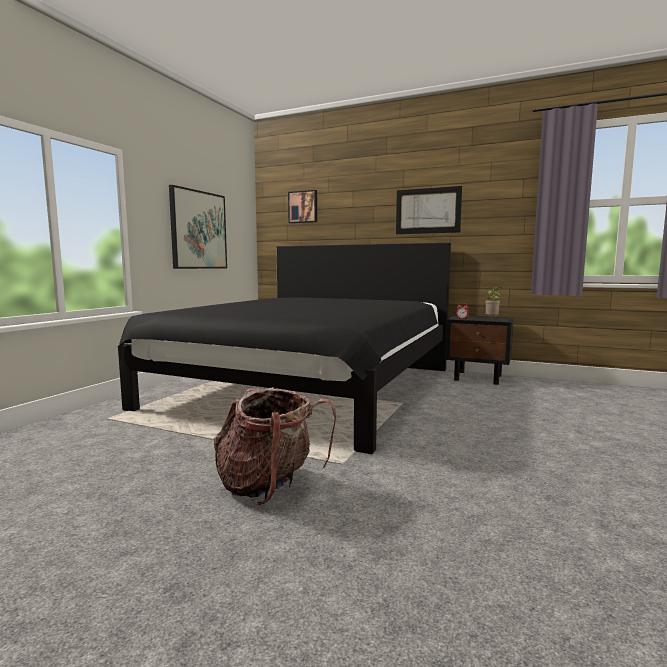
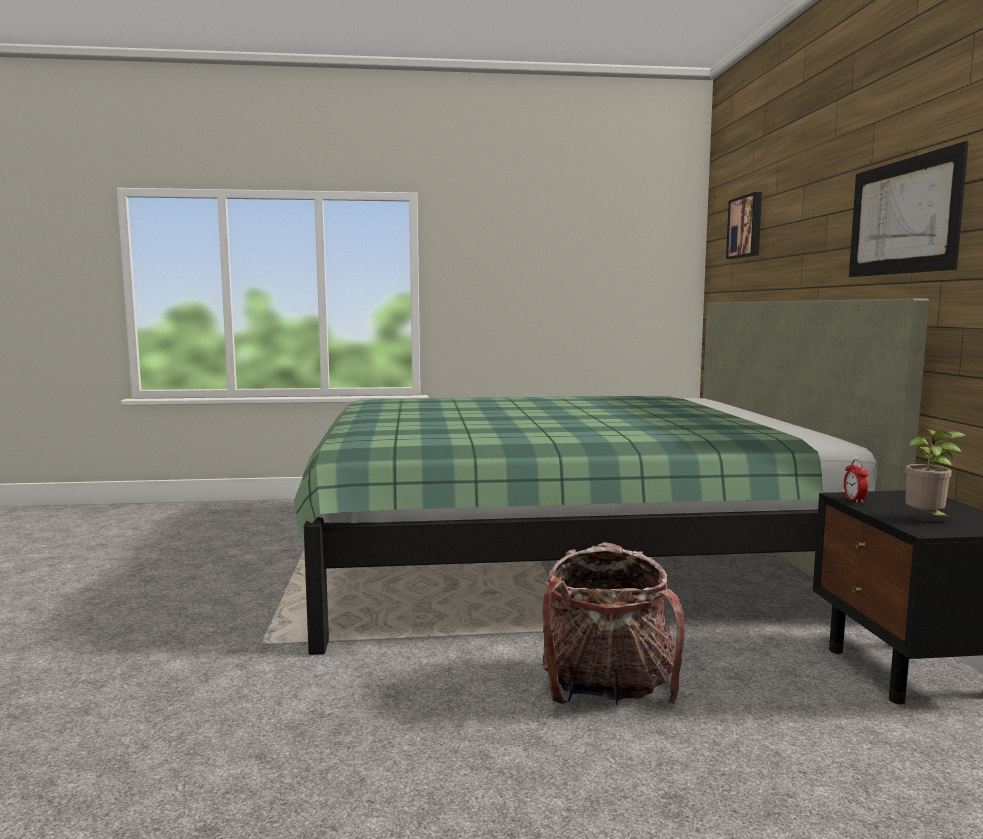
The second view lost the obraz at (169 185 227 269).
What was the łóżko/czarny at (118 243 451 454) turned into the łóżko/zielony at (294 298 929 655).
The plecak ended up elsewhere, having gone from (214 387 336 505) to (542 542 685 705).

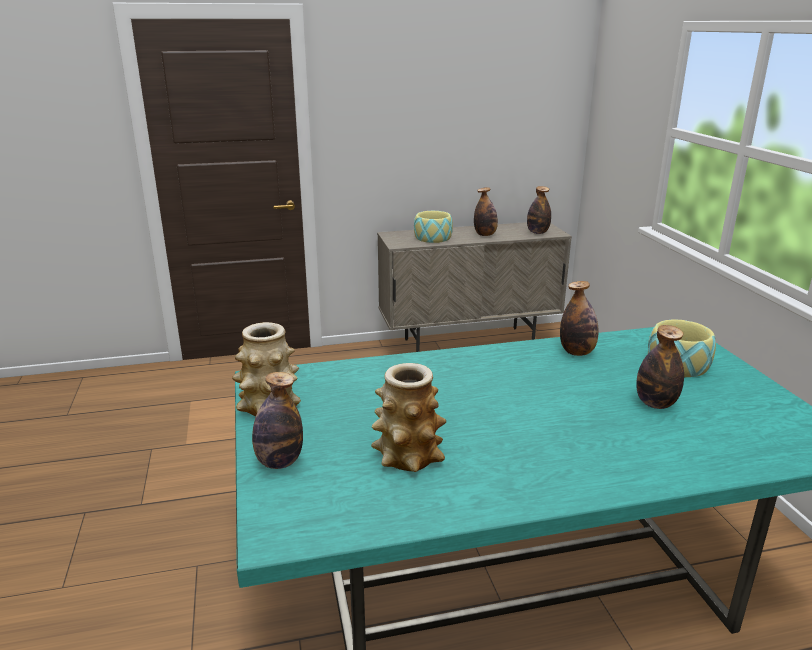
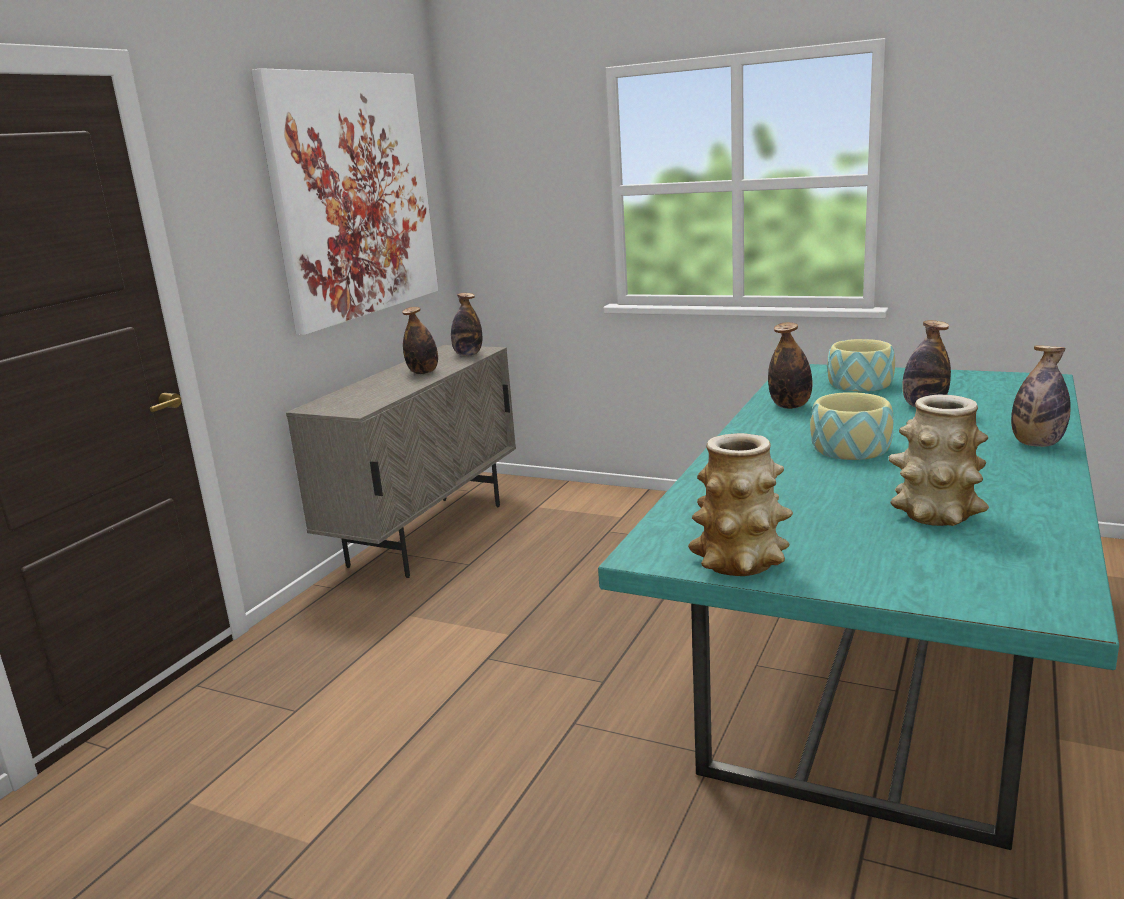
The miska ended up elsewhere, having gone from (414 211 453 243) to (810 392 894 460).
The butelka ended up elsewhere, having gone from (252 372 303 469) to (1011 345 1071 447).
The second view gained the obraz at (251 68 438 335).

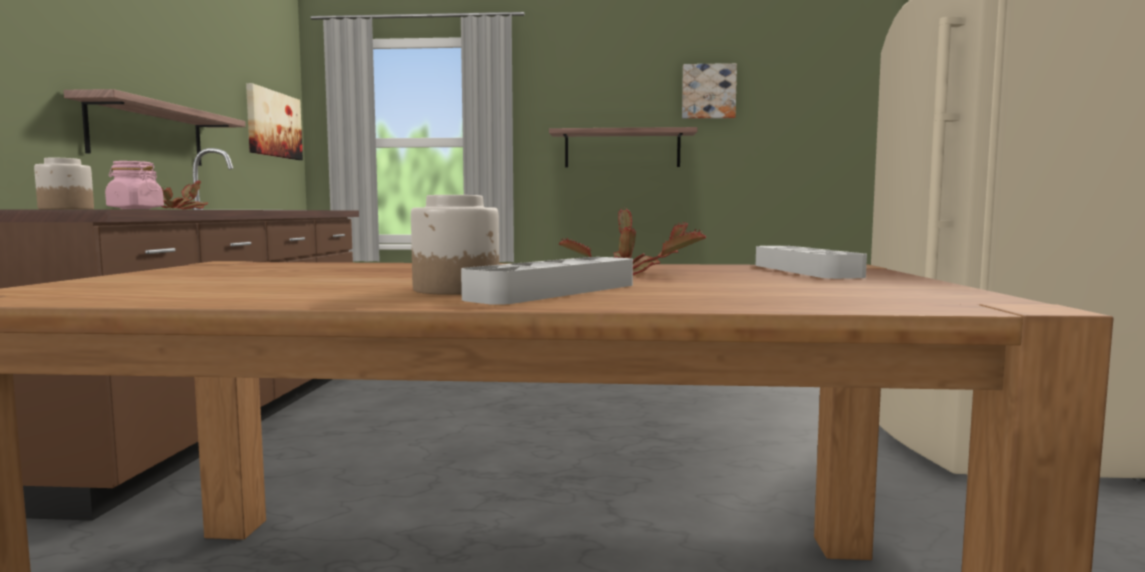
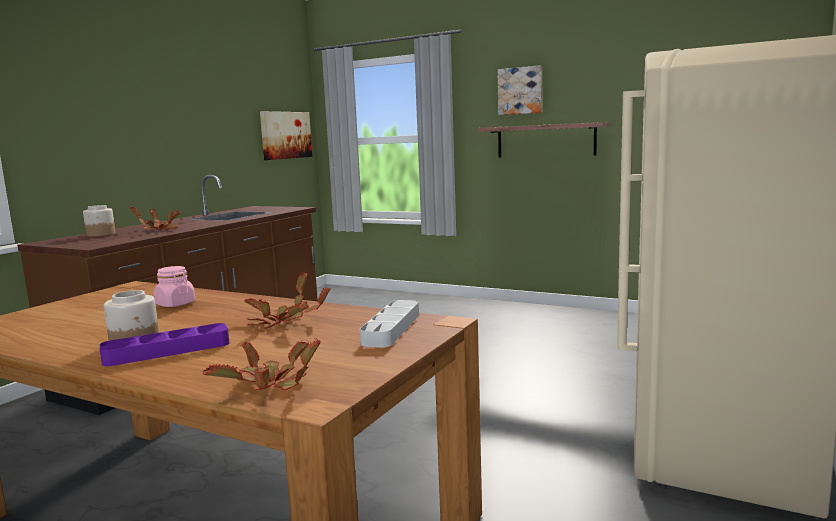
The obraz ended up elsewhere, having gone from (682 63 737 119) to (498 65 542 115).
The second view lost the półka at (63 89 246 166).
The słoik/różowy ended up elsewhere, having gone from (105 161 164 209) to (154 266 195 307).
What was the taca/szary at (461 257 633 305) turned into the taca/fioletowy at (100 323 229 366).
The second view gained the roślina doniczkowa at (203 339 321 390).

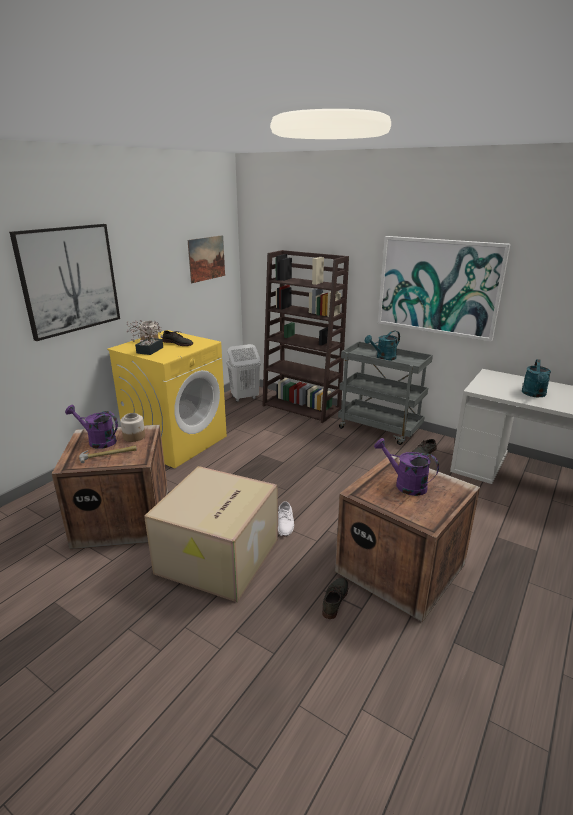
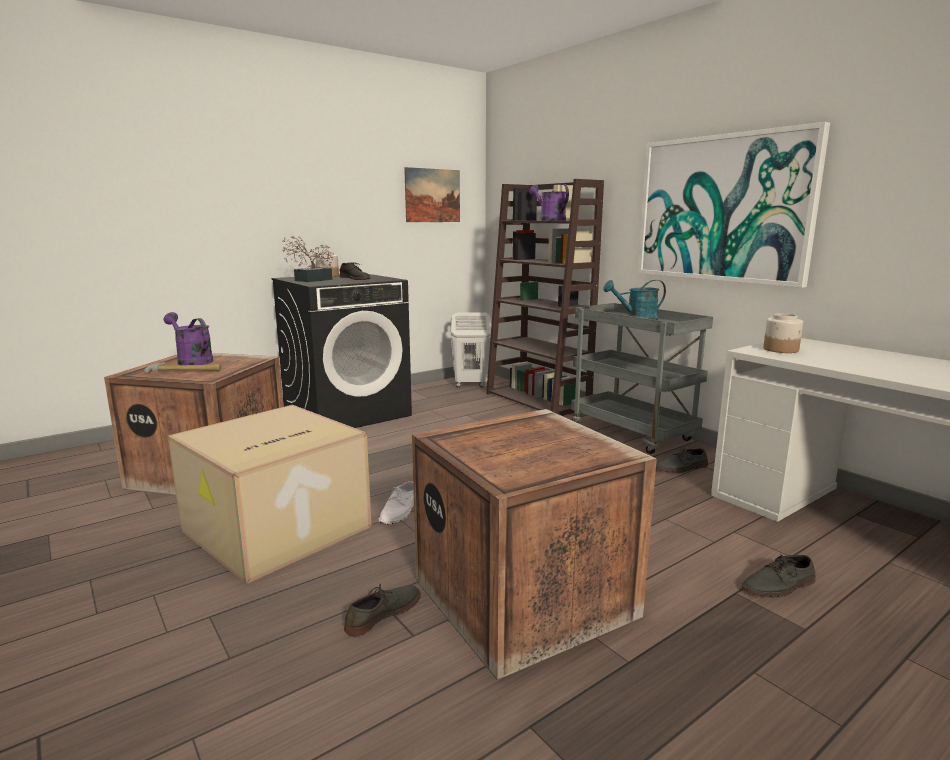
The second view lost the obraz at (9 224 120 341).
What was the pralka/żółty at (107 330 227 468) turned into the pralka/czarny at (272 274 412 428).
The second view lost the konewka/turkusowy at (522 359 551 397).
The słoik ended up elsewhere, having gone from (120 413 145 442) to (763 313 803 353).
The konewka/fioletowy ended up elsewhere, having gone from (374 438 439 496) to (529 184 569 221).
The second view gained the but/szary at (742 554 816 598).

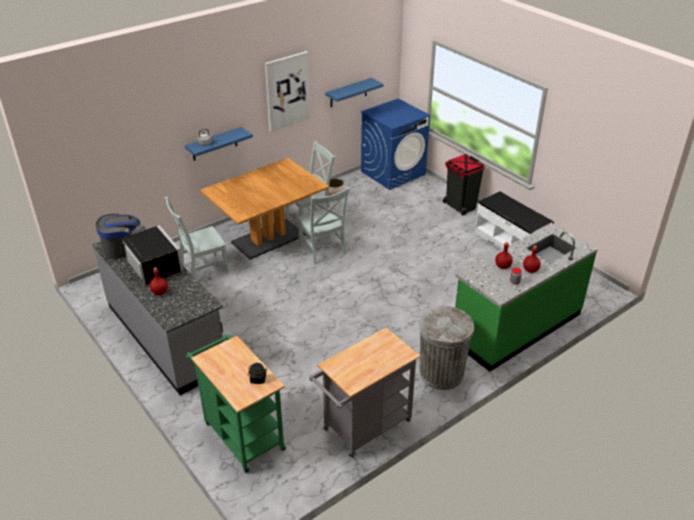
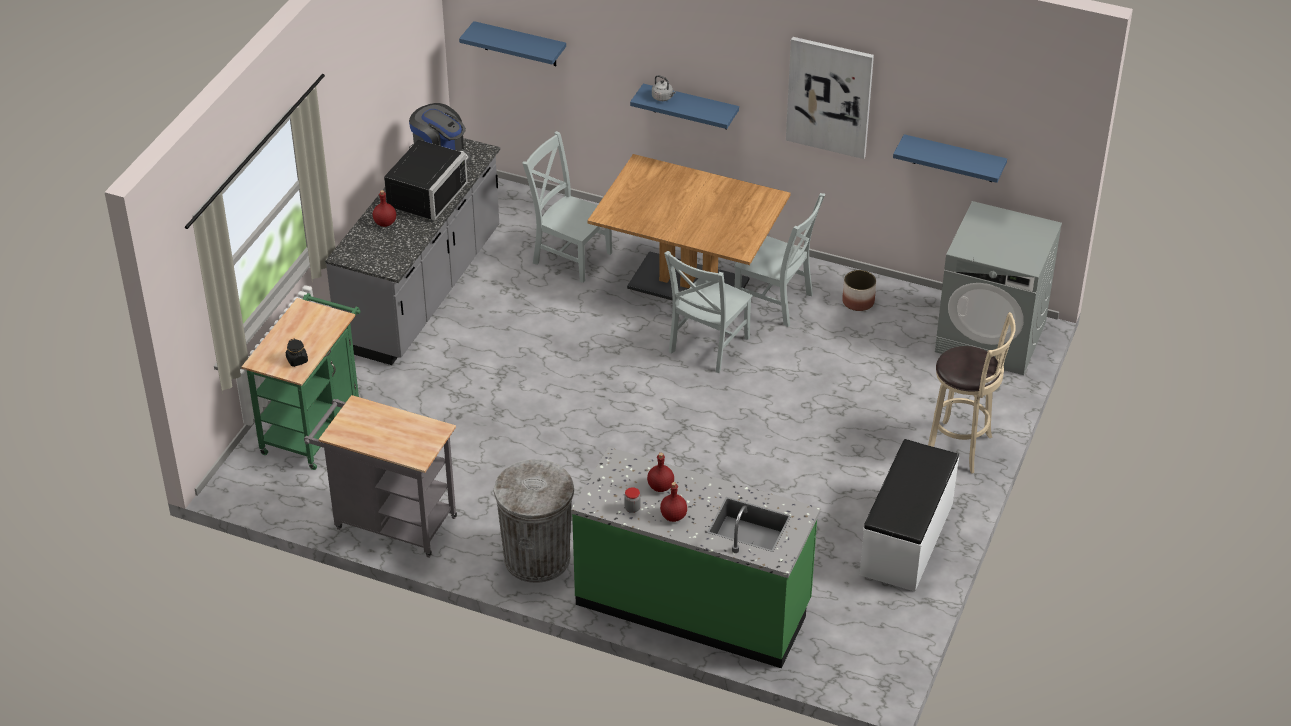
What was the pralka/niebieski at (361 99 430 190) turned into the pralka/szary at (935 201 1062 375).
Where the kosz na śmieci/czarny stood at (443 154 485 215), the stołek/beżowy came to stand at (928 312 1016 474).
The second view gained the półka/niebieski at (459 21 566 66).

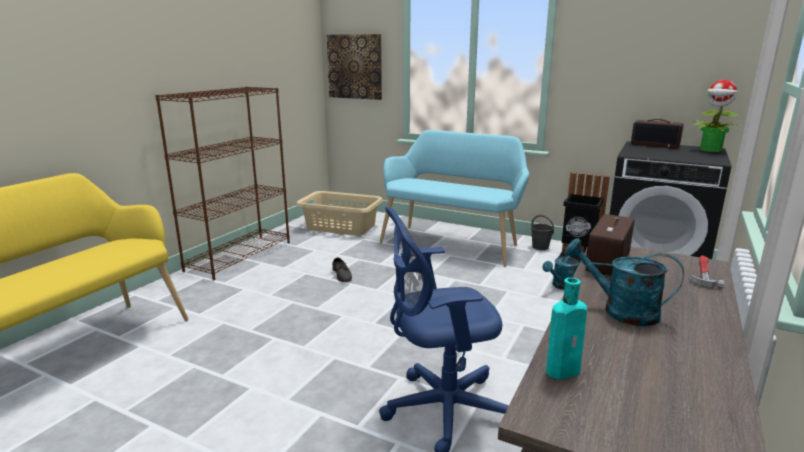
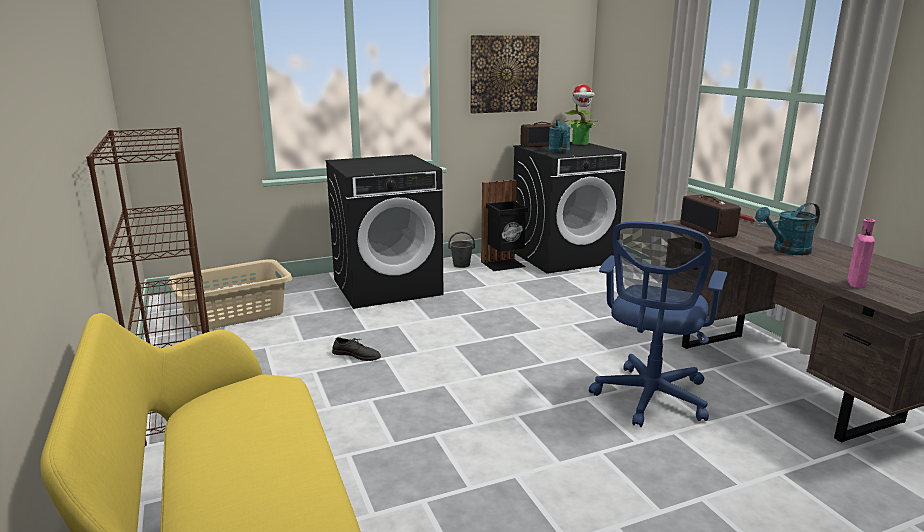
The obraz ended up elsewhere, having gone from (327 34 382 100) to (470 35 540 114).
Where the ławka/turkusowy stood at (379 130 529 267), the pralka/czarny came to stand at (325 154 443 309).
The konewka/turkusowy ended up elsewhere, having gone from (543 255 579 290) to (548 120 570 153).
What was the butelka/turkusowy at (546 278 587 380) turned into the butelka/różowy at (847 219 875 288).

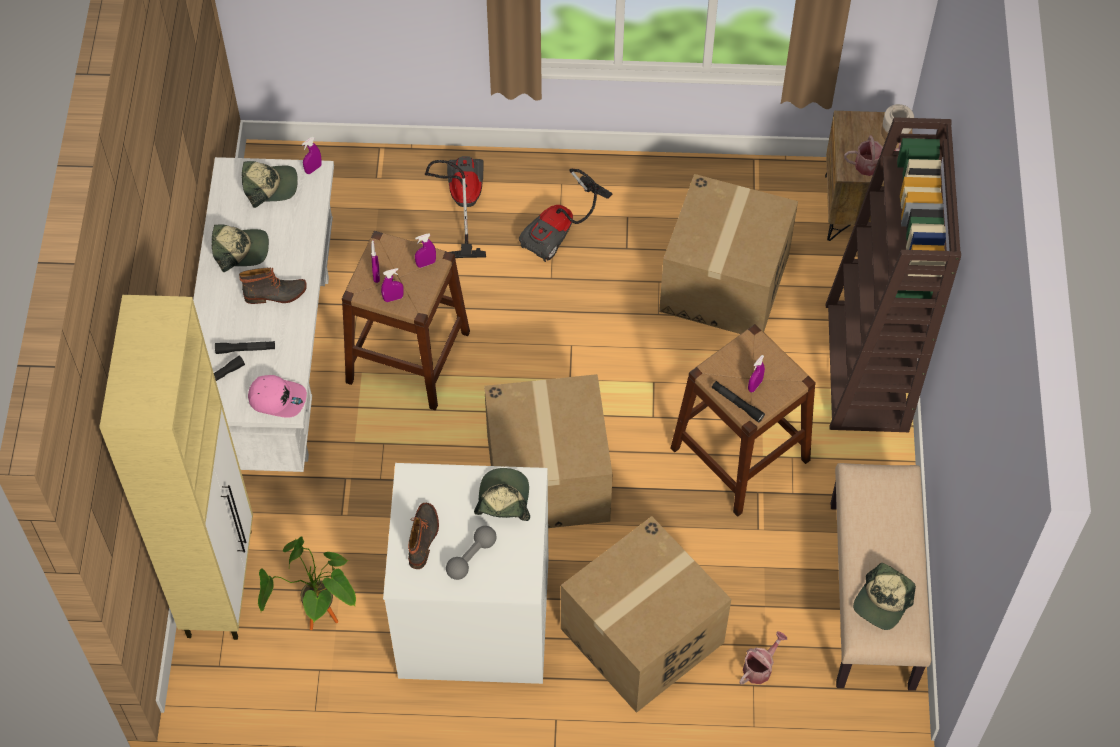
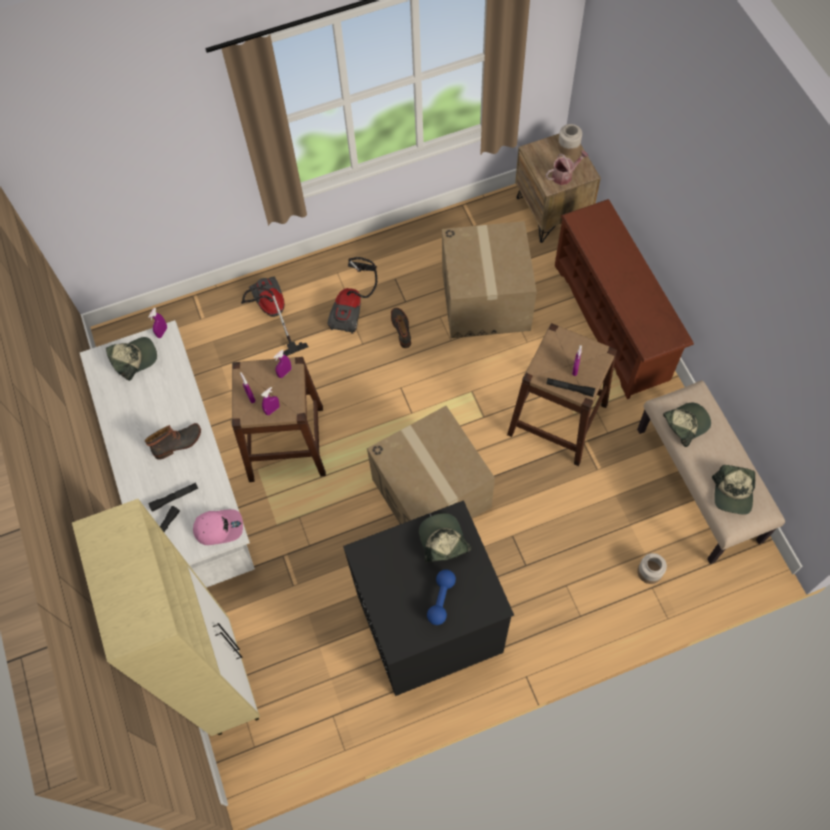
Where the regał/brązowy stood at (826 117 961 432), the regał na buty/brązowy came to stand at (555 199 694 399).
The czapka z daszkiem ended up elsewhere, having gone from (212 225 269 272) to (663 403 711 447).
What was the pralka/biały at (383 463 548 684) turned into the pralka/czarny at (343 500 514 696).
The but z cholewką ended up elsewhere, having gone from (408 503 439 569) to (391 308 411 348).
The second view lost the karton at (561 516 731 713).
What was the hantel/szary at (446 526 497 580) turned into the hantel/niebieski at (427 569 456 625).
The second view lost the roślina doniczkowa at (258 536 356 630).
Where the konewka stood at (739 632 787 684), the słoik came to stand at (637 553 667 584).

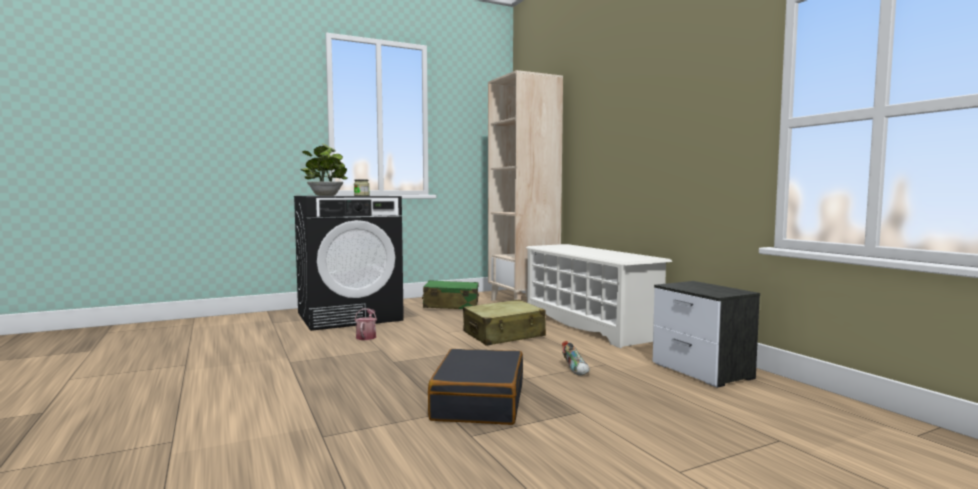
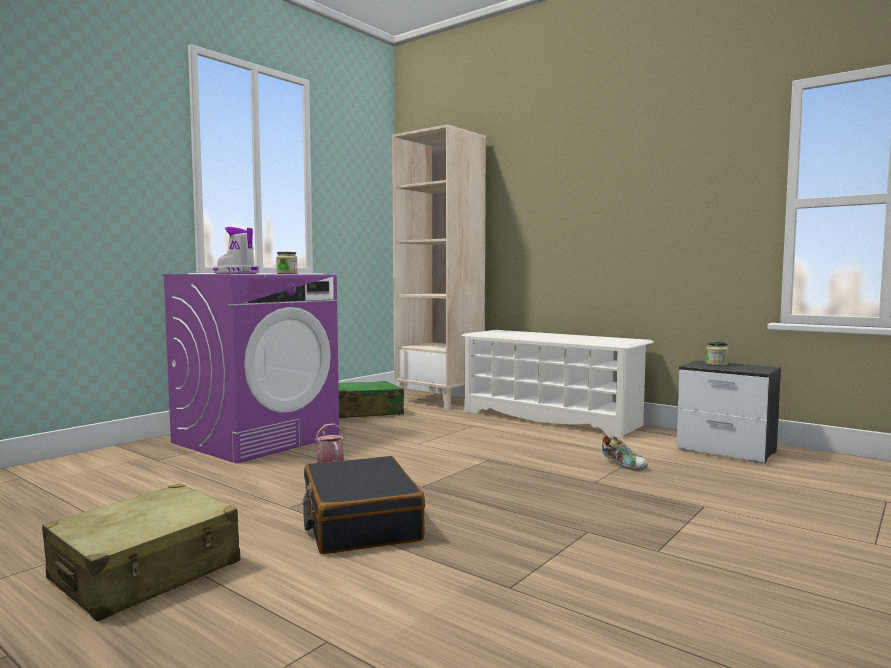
Where the roślina doniczkowa stood at (300 143 348 196), the but z cholewką came to stand at (213 227 259 274).
What was the pralka/czarny at (294 196 404 331) turned into the pralka/fioletowy at (162 274 339 464).
The walizka/beżowy ended up elsewhere, having gone from (463 300 546 346) to (42 484 240 621).
The walizka/czarny ended up elsewhere, having gone from (428 349 523 425) to (303 456 425 554).
The second view gained the słoik at (706 342 728 366).

